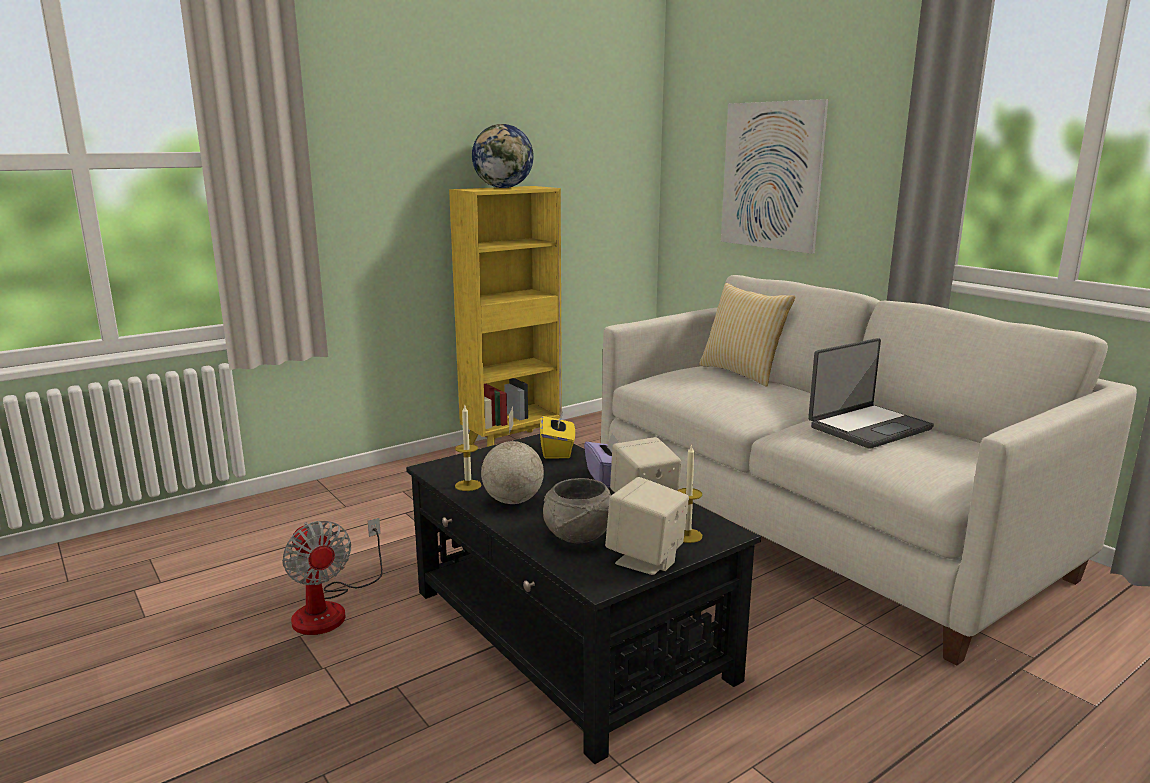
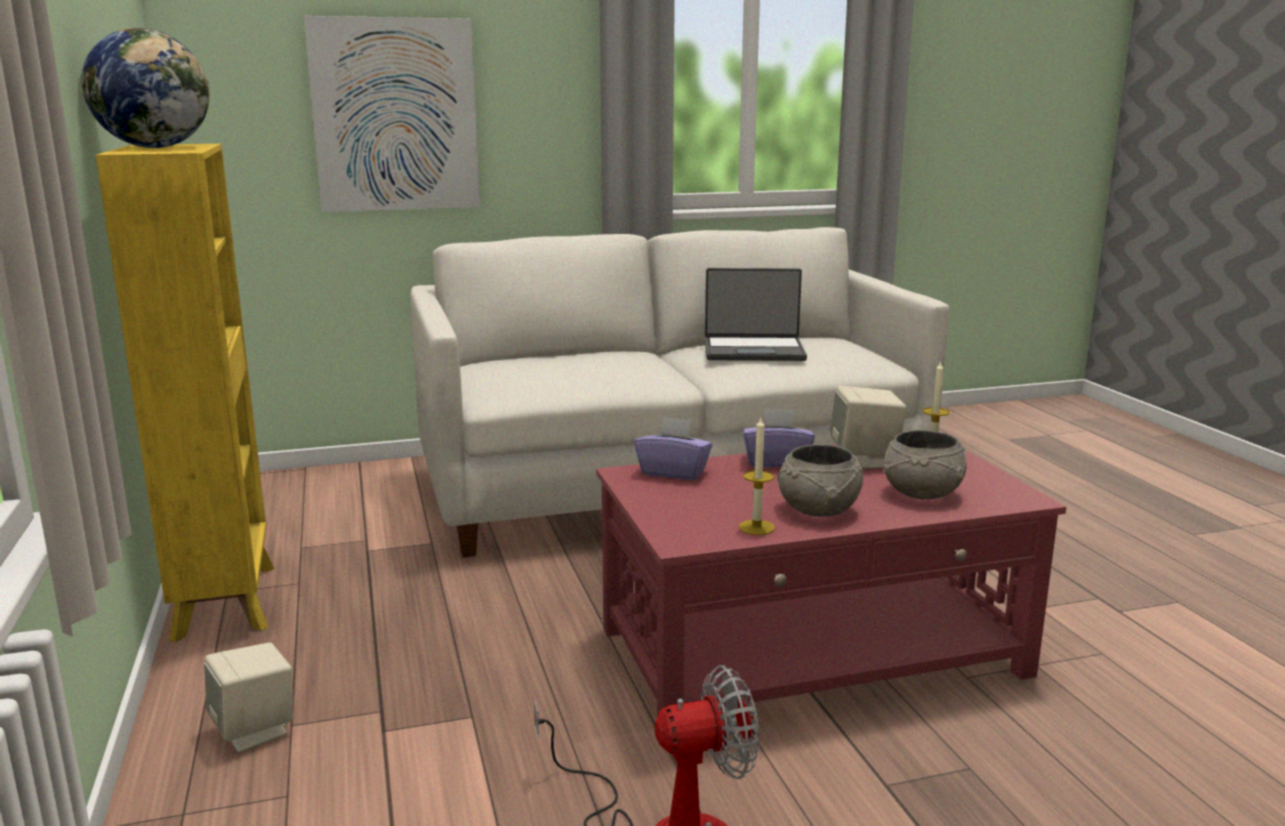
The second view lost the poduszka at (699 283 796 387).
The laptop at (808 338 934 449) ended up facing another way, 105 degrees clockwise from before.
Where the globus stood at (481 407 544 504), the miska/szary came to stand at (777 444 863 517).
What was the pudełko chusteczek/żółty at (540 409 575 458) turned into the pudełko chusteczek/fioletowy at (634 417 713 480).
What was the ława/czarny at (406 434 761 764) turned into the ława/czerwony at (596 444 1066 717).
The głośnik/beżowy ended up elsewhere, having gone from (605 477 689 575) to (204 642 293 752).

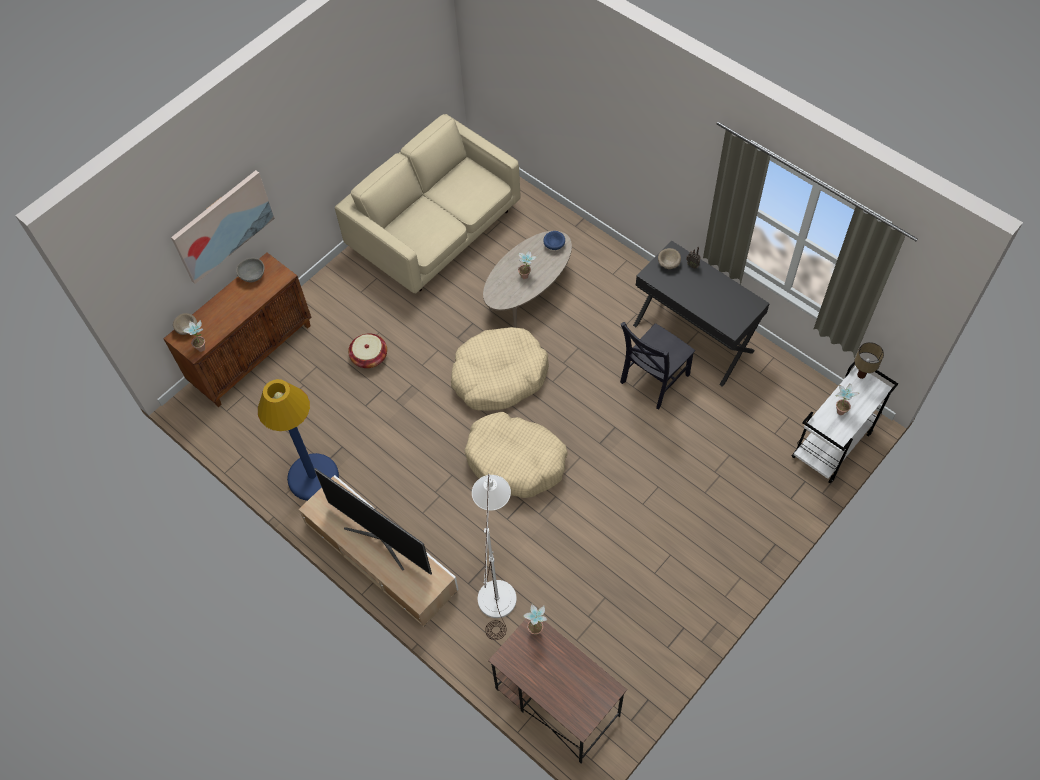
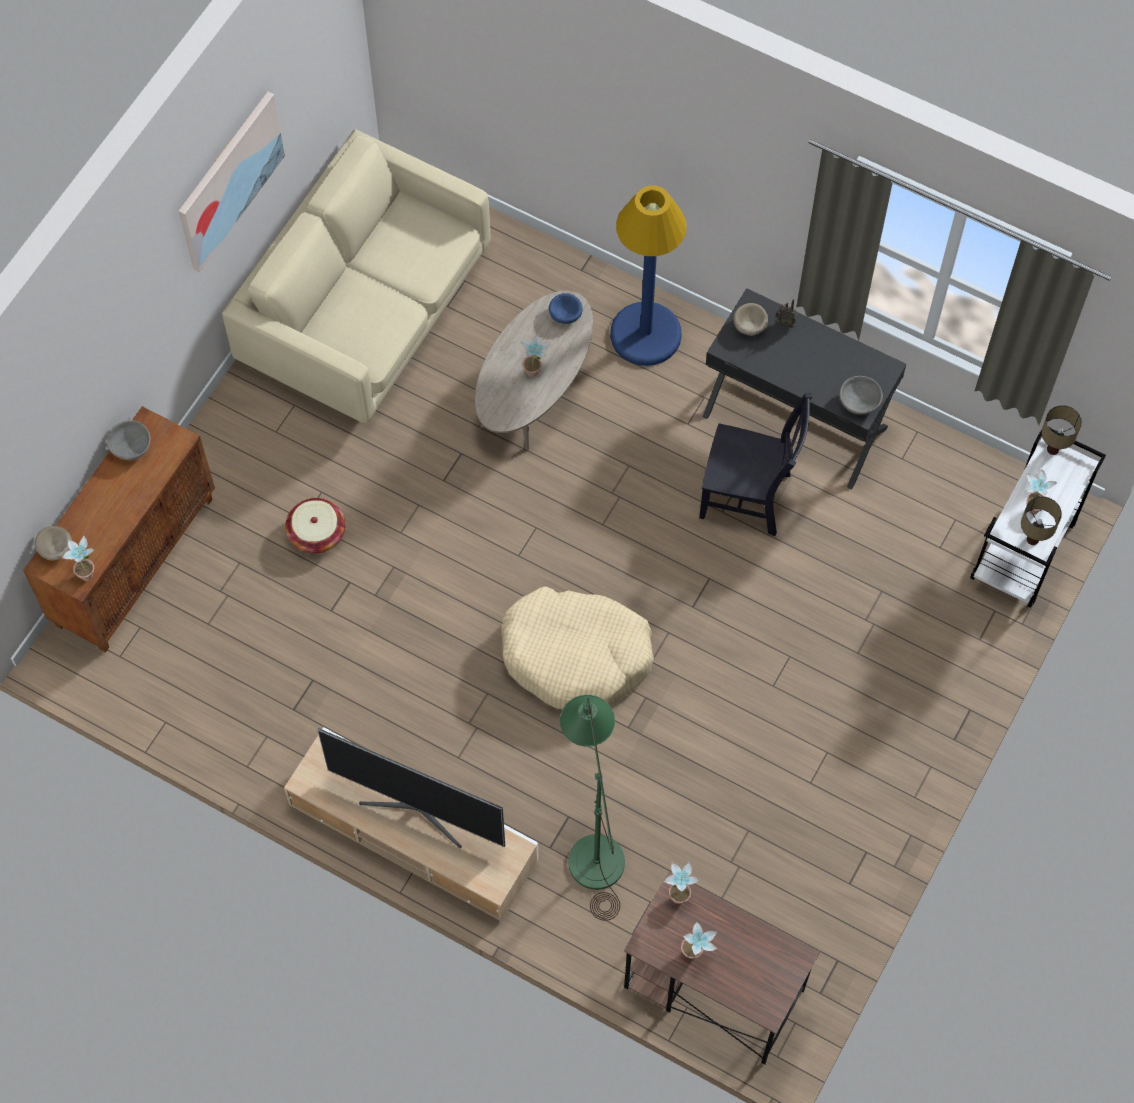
The obraz ended up elsewhere, having gone from (171 170 275 284) to (178 92 285 273).
The krzesło/czarny at (620 322 695 409) ended up facing another way, 105 degrees counterclockwise from before.
The second view lost the legowisko/beżowy at (451 327 549 411).
The lampa stojąca/niebieski ended up elsewhere, having gone from (258 379 339 501) to (610 185 687 366).
What was the lampa stojąca/biały at (472 474 517 640) turned into the lampa stojąca/zielony at (560 695 625 921).
The second view gained the miska/szary at (840 376 883 414).
The second view gained the lampa stołowa at (1021 496 1062 545).
The second view gained the roślina doniczkowa at (681 922 717 959).

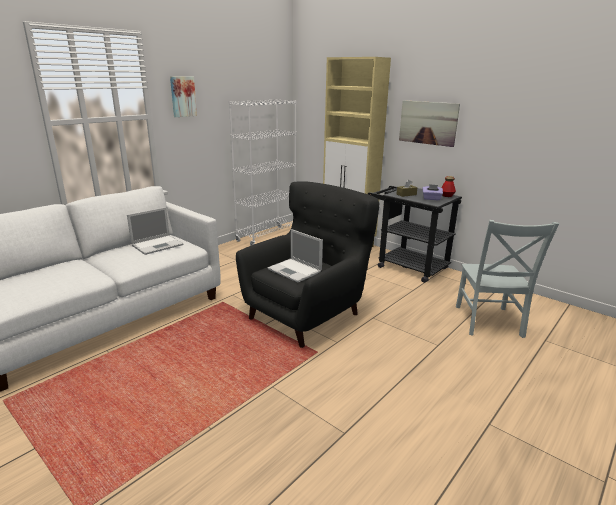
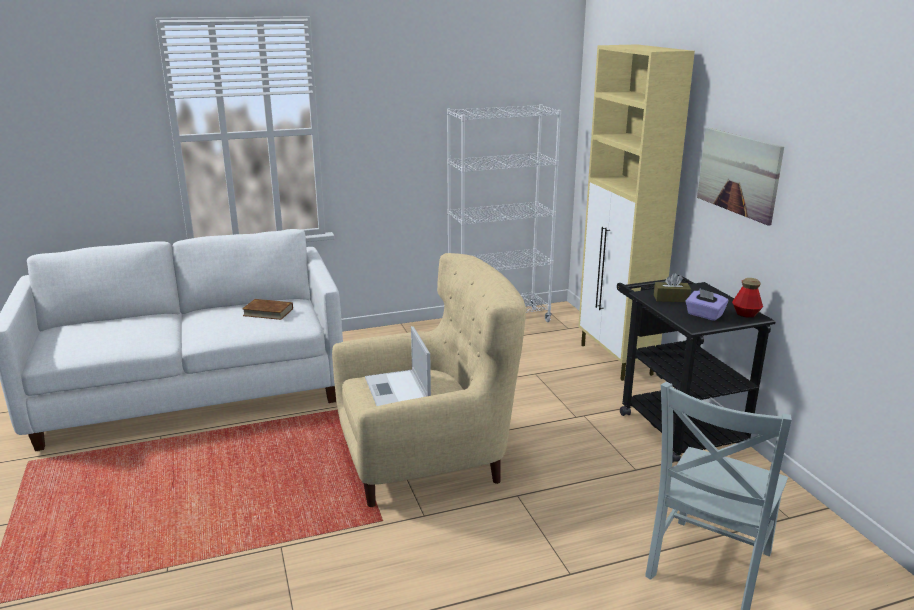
The second view lost the obraz at (170 76 197 117).
What was the fotel/czarny at (236 181 379 348) turned into the fotel/beżowy at (332 253 526 507).
Where the laptop stood at (127 207 183 255), the książka/brązowy came to stand at (242 299 293 320).

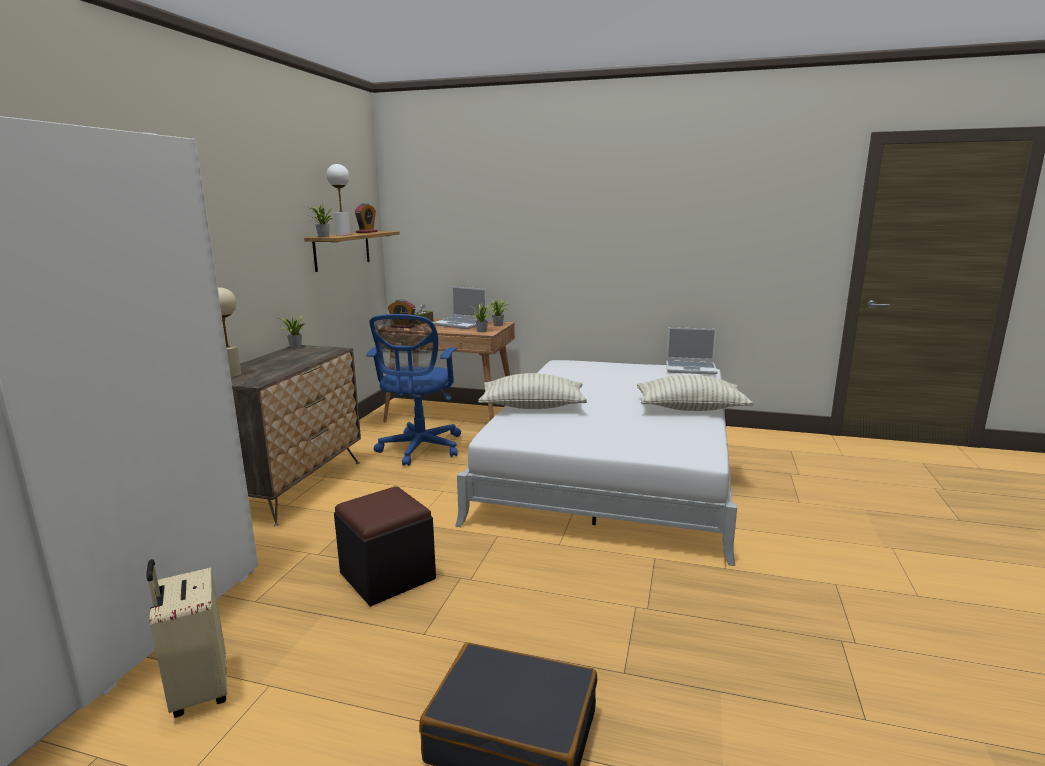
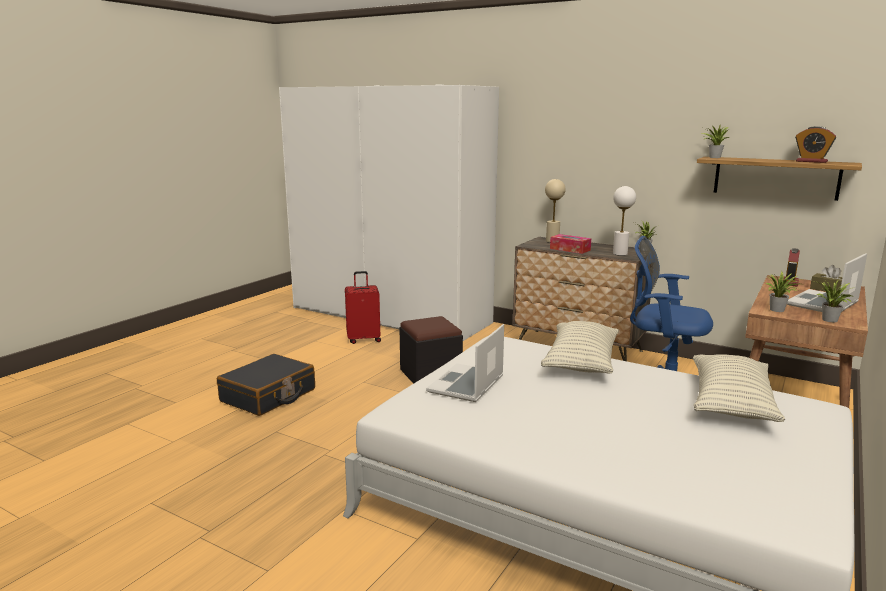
The lampa stołowa/biały ended up elsewhere, having gone from (326 164 350 235) to (613 186 636 256).
The laptop ended up elsewhere, having gone from (666 327 718 375) to (426 324 504 402).
The poduszka ended up elsewhere, having gone from (637 375 753 411) to (693 354 785 422).
What was the walizka/beżowy at (146 559 227 718) turned into the walizka/czerwony at (345 271 381 344).
The second view gained the pudełko chusteczek at (550 234 591 254).

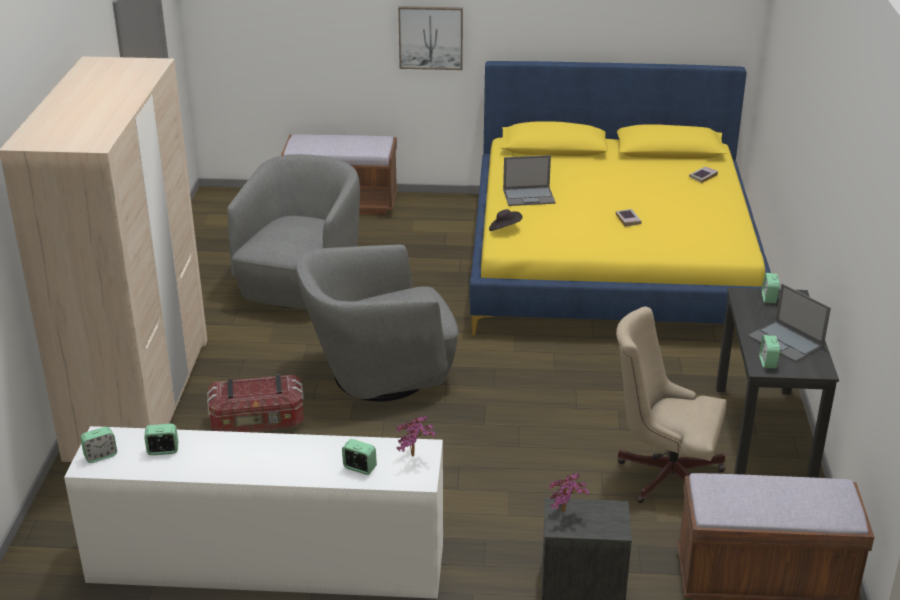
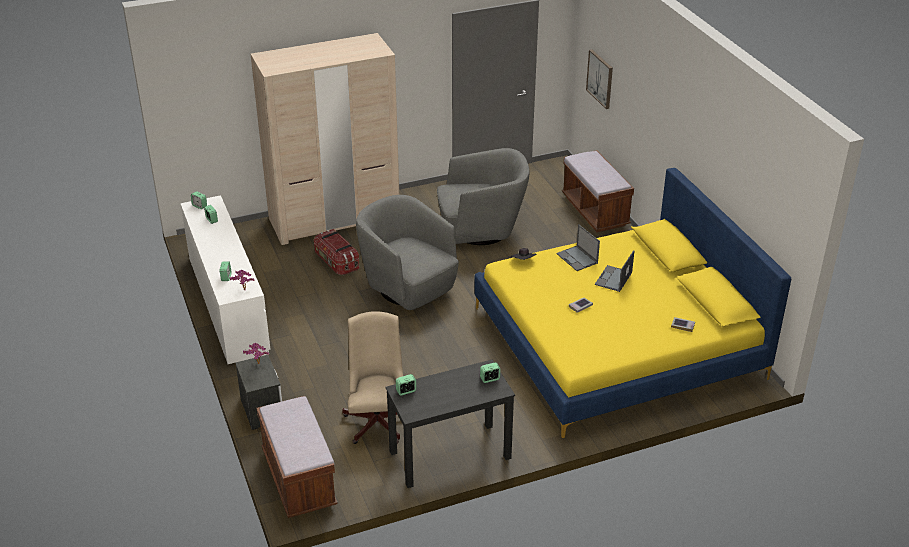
The obraz ended up elsewhere, having gone from (398 6 463 70) to (586 49 613 109).
The laptop ended up elsewhere, having gone from (748 284 831 362) to (595 250 635 292).

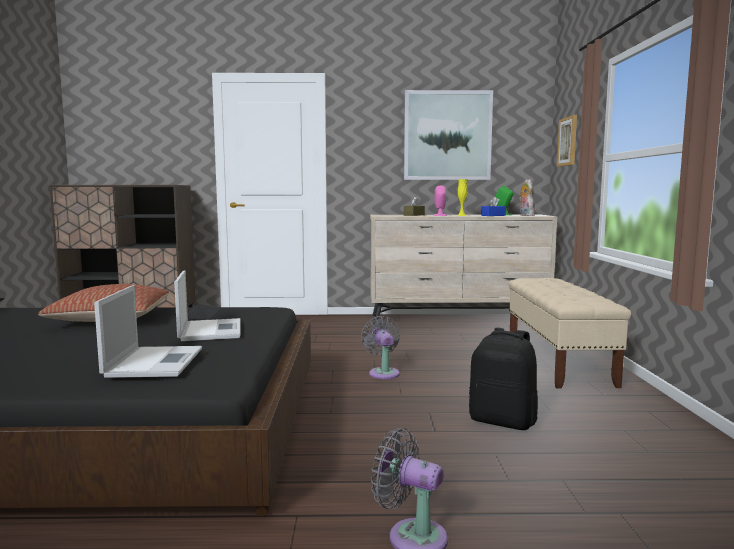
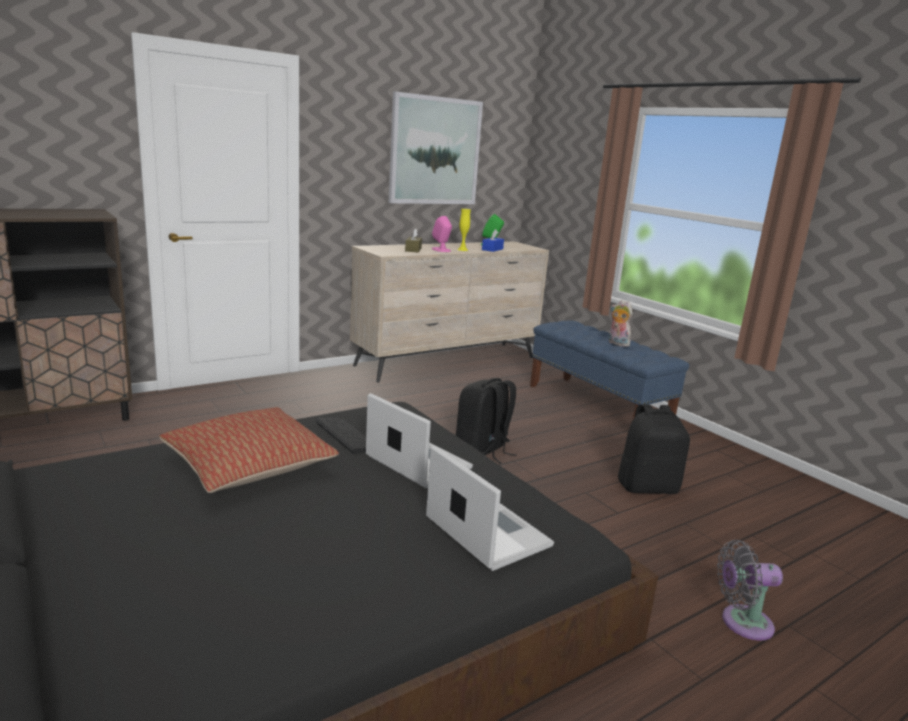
The second view lost the obraz at (557 115 577 167).
The pluszak ended up elsewhere, having gone from (519 179 535 216) to (609 300 633 347).
What was the ławka/beżowy at (509 278 631 389) turned into the ławka/niebieski at (530 320 689 419).
Where the wentylator/szary stood at (361 316 400 379), the plecak/czarny came to stand at (456 378 517 464).

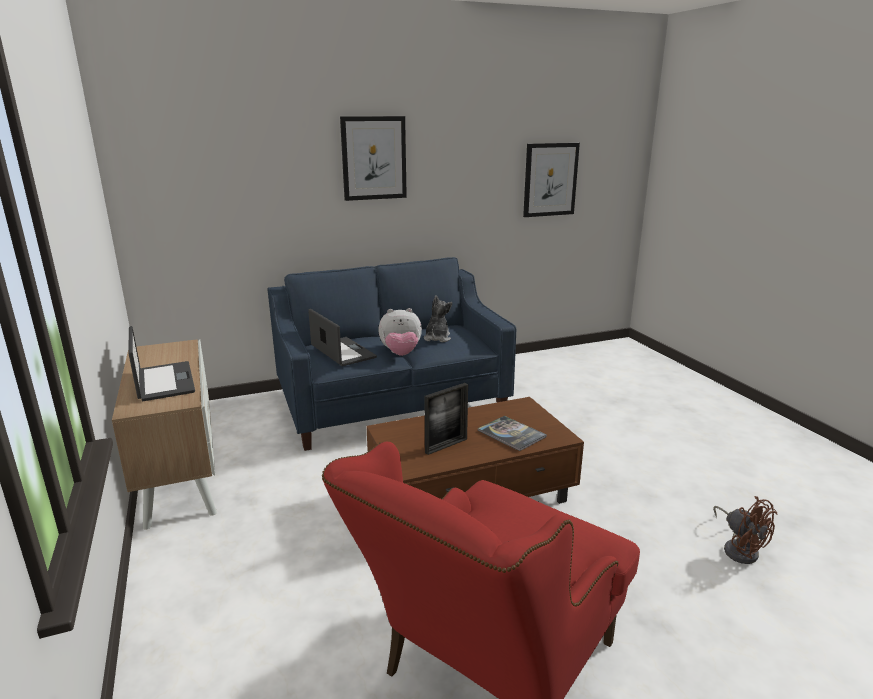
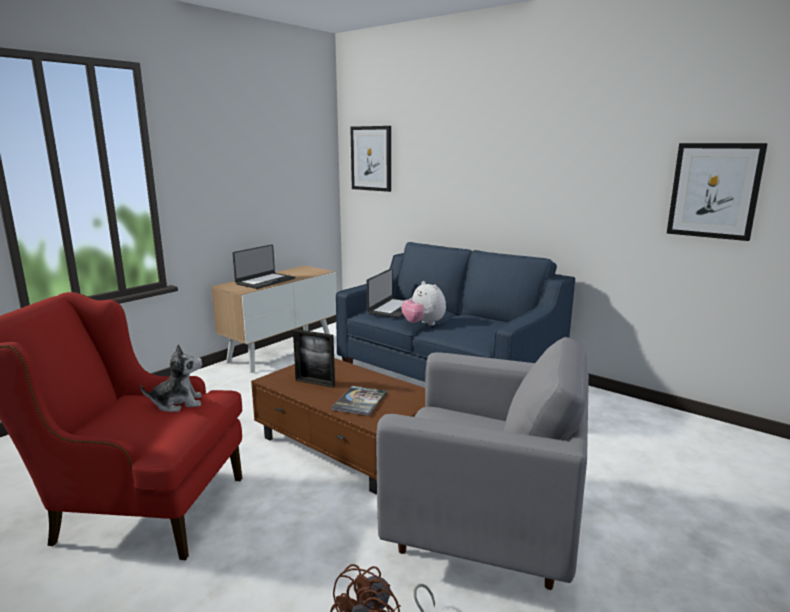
The obraz ended up elsewhere, having gone from (340 116 407 201) to (350 126 391 192).
The pluszak ended up elsewhere, having gone from (424 295 452 342) to (140 344 202 412).
The second view gained the fotel/szary at (376 337 589 590).

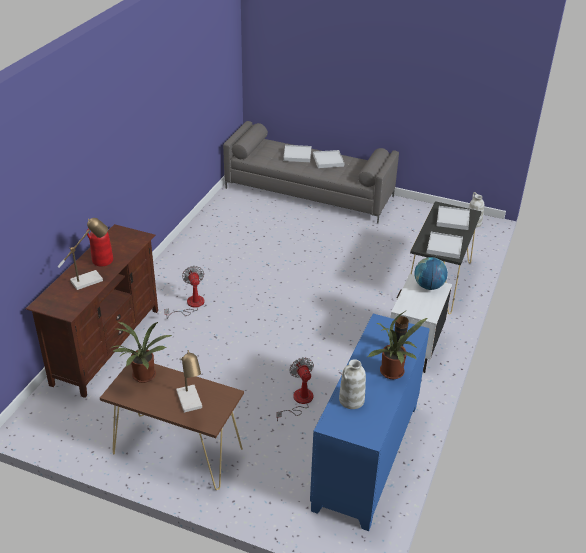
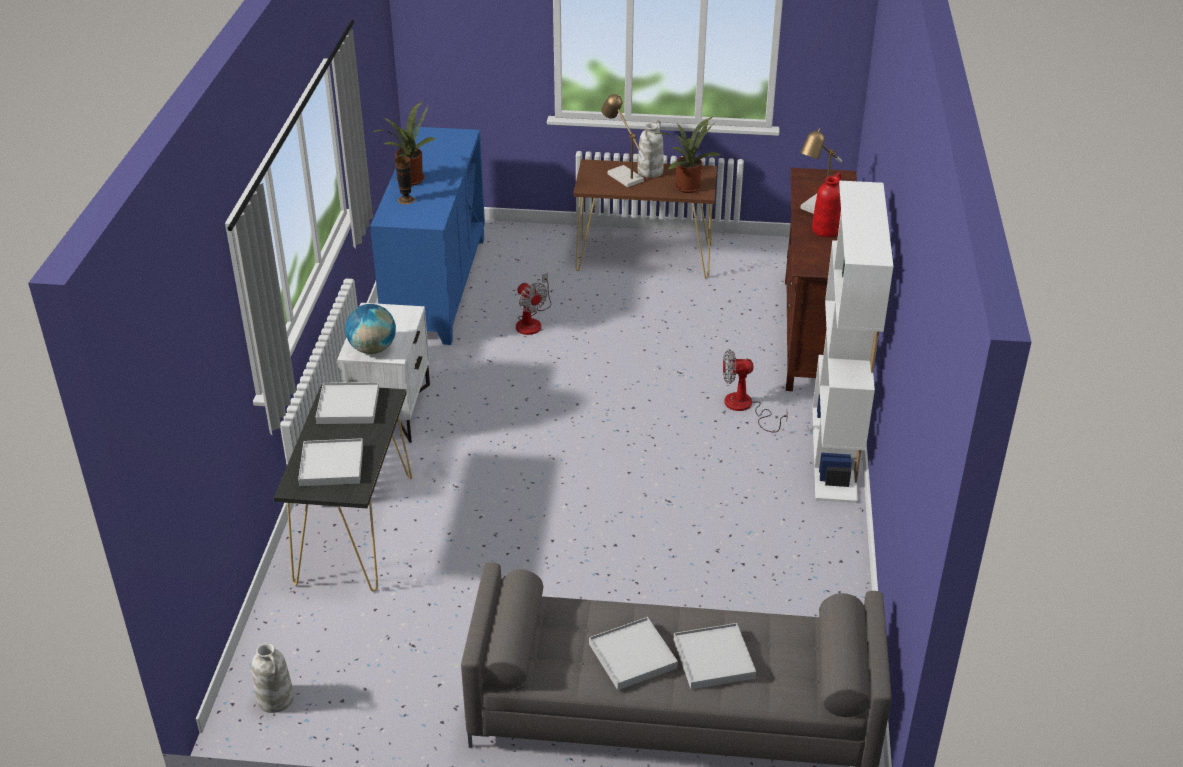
The wentylator at (164 266 205 319) ended up facing another way, 120 degrees clockwise from before.
The wazon/biały ended up elsewhere, having gone from (339 359 366 409) to (638 120 664 178).
The second view gained the regał/biały at (812 181 894 503).

